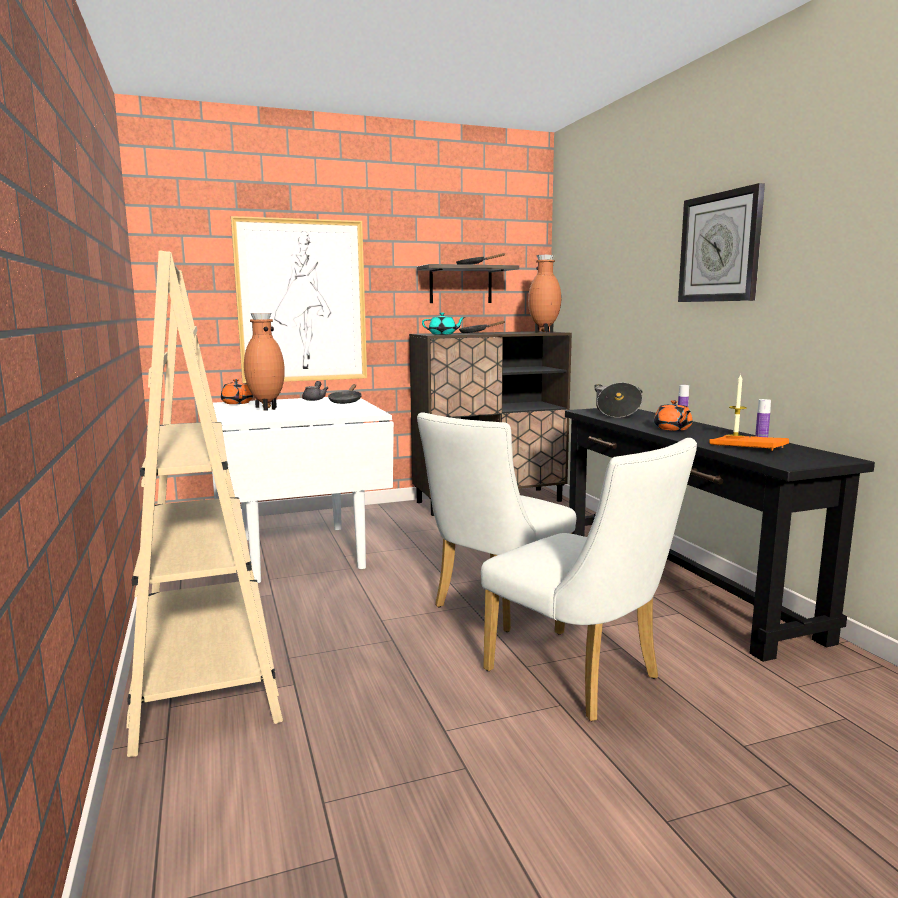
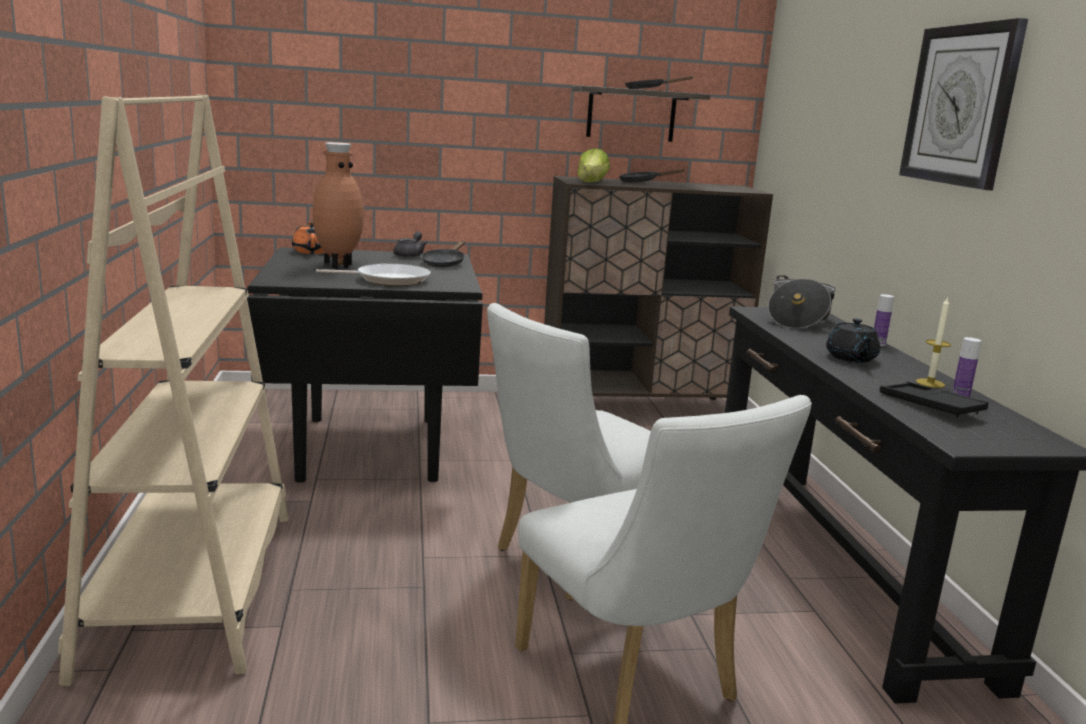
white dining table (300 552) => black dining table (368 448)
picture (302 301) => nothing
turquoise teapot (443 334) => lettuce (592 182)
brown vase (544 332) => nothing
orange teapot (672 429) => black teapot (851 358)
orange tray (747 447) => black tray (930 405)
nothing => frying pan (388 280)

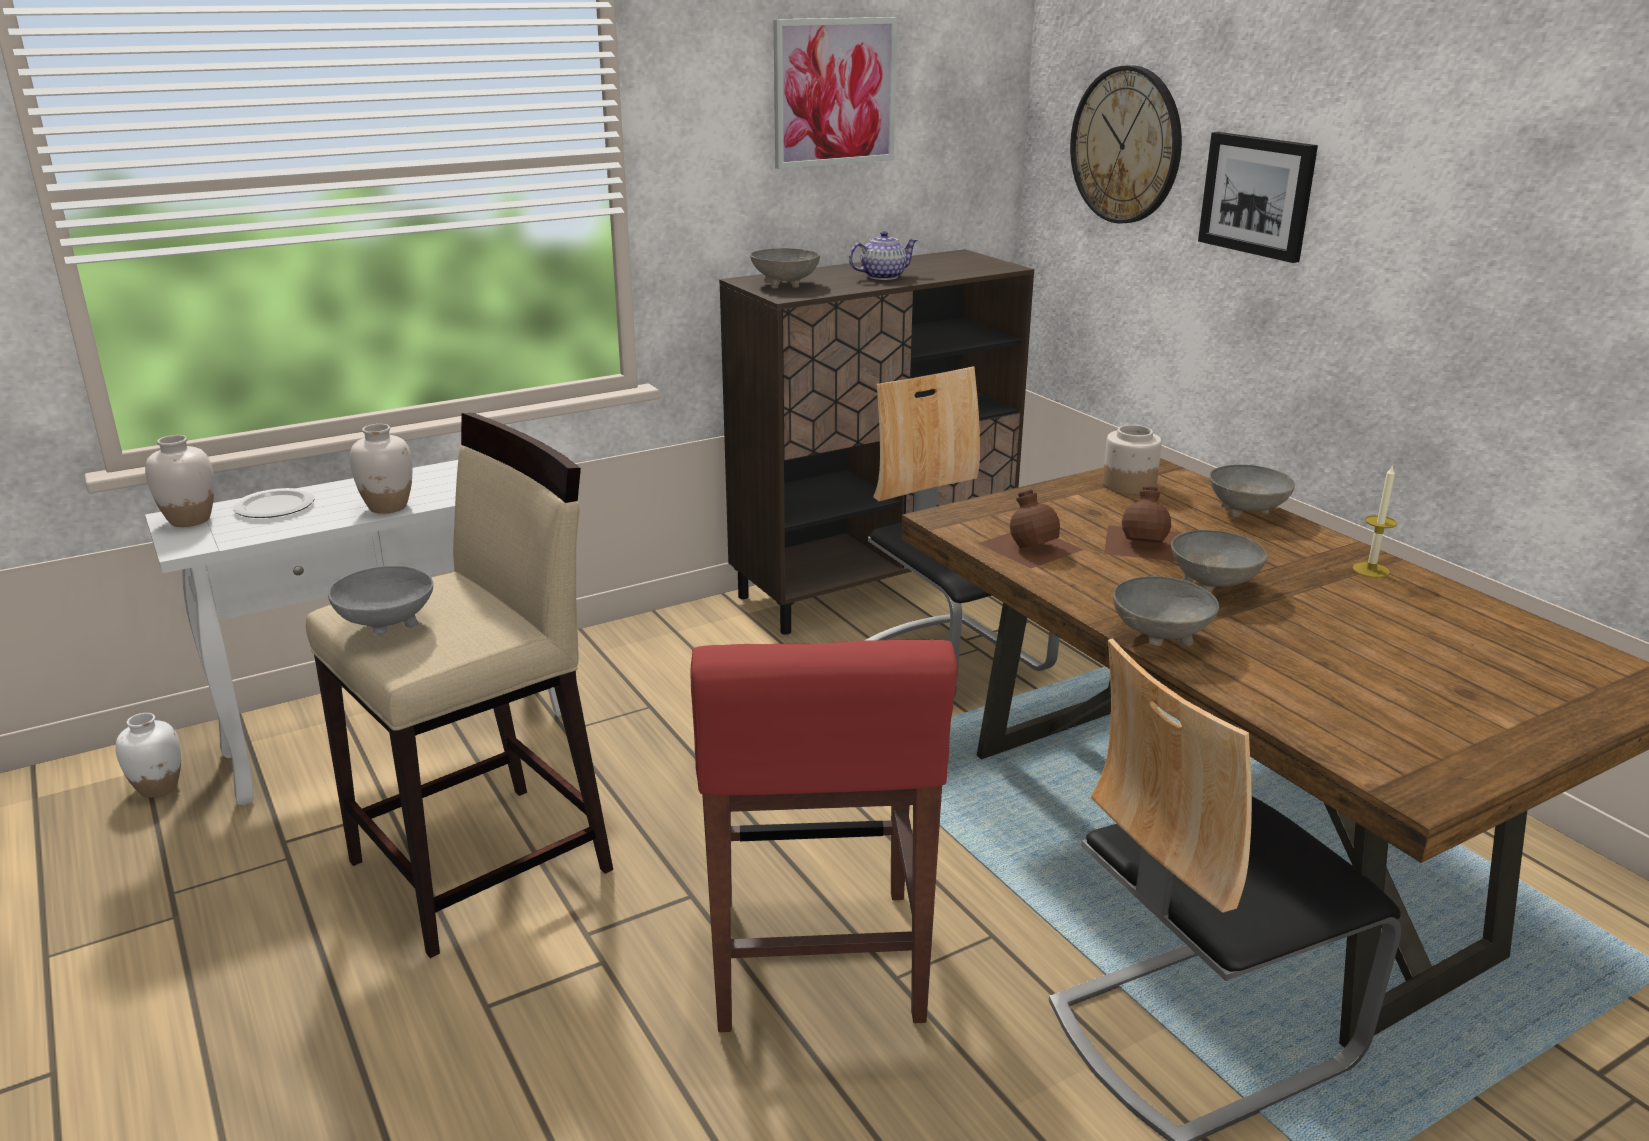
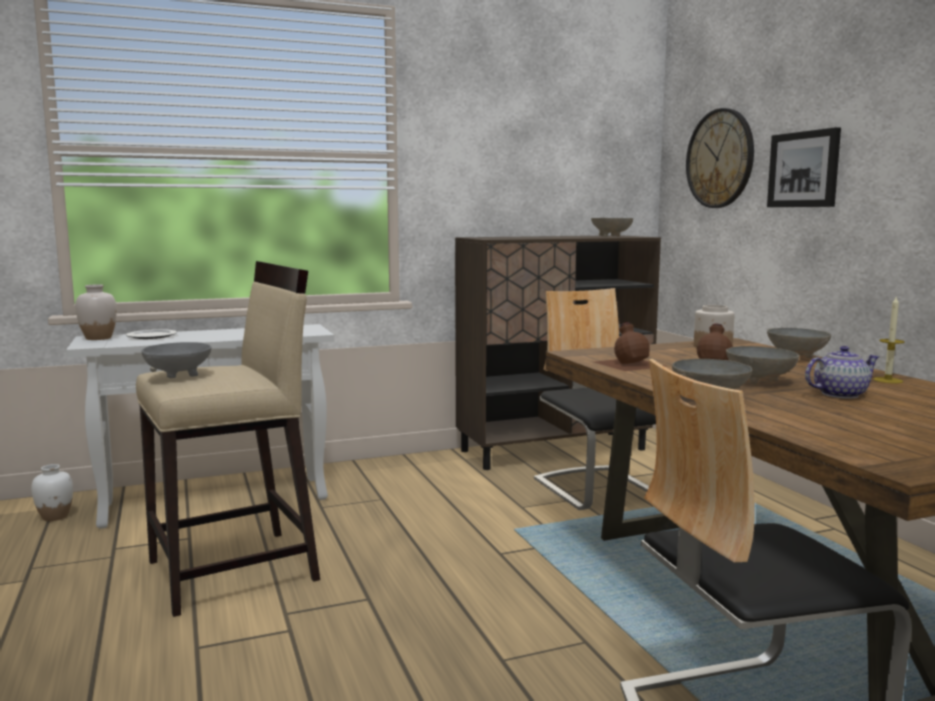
white vase (388 506) => nothing
red stool (816 962) => nothing
grey bowl (786 284) => grey bowl (612 236), moved
picture (834 92) => nothing
teapot (882 276) => teapot (839 394), moved

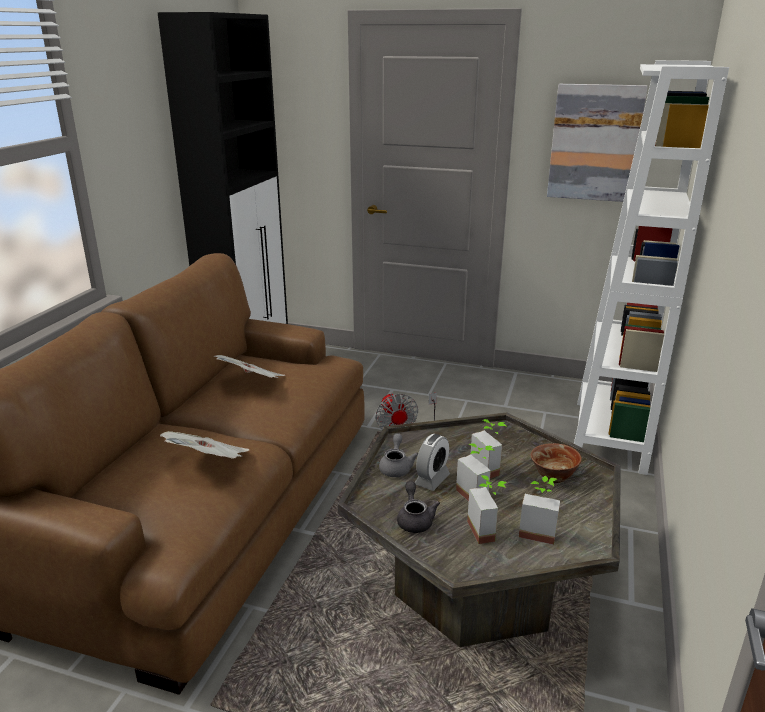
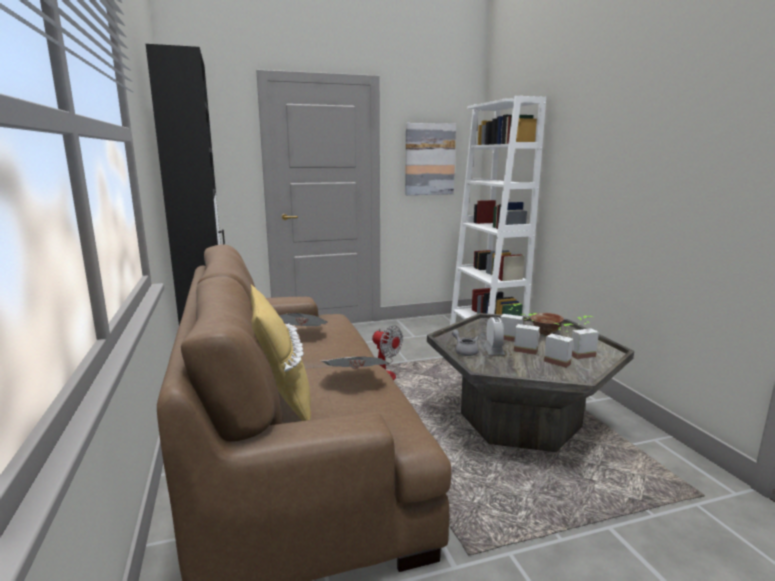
grey teapot (415 519) => nothing
nothing => yellow pillow (282 401)

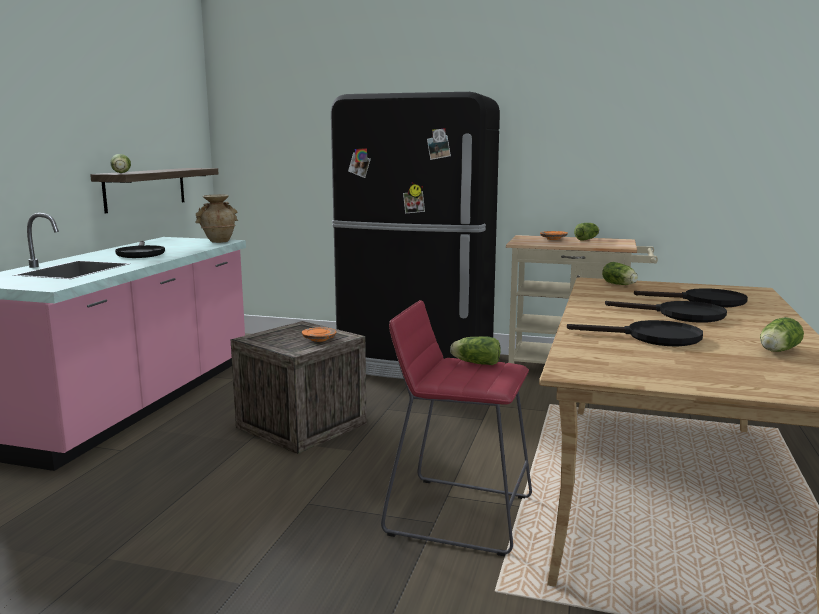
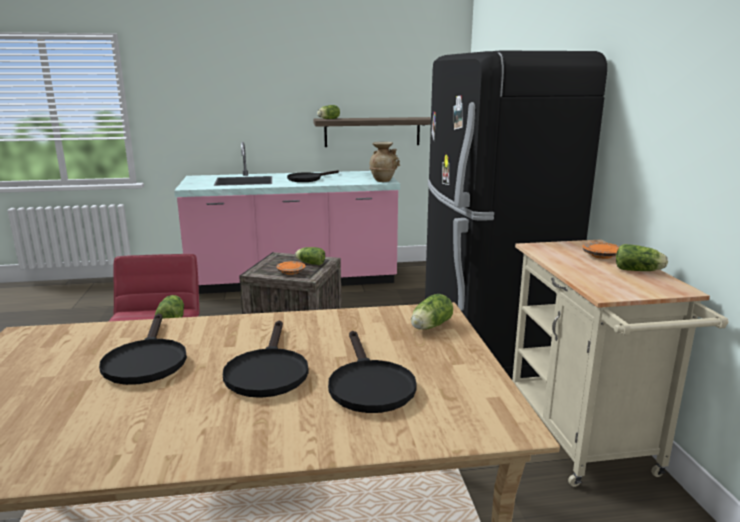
lettuce (777 351) => lettuce (310 263), moved

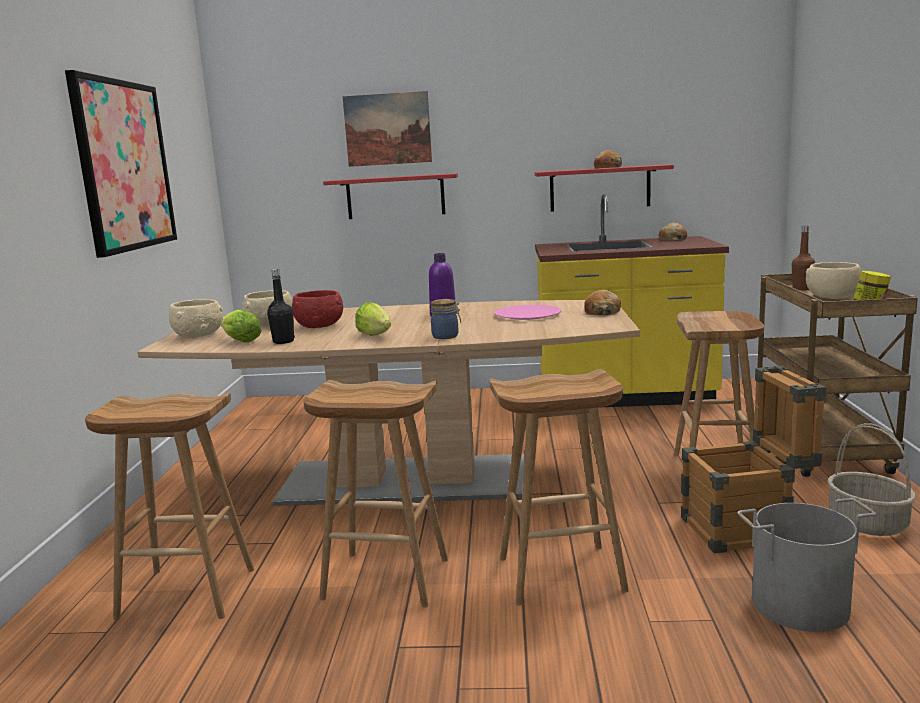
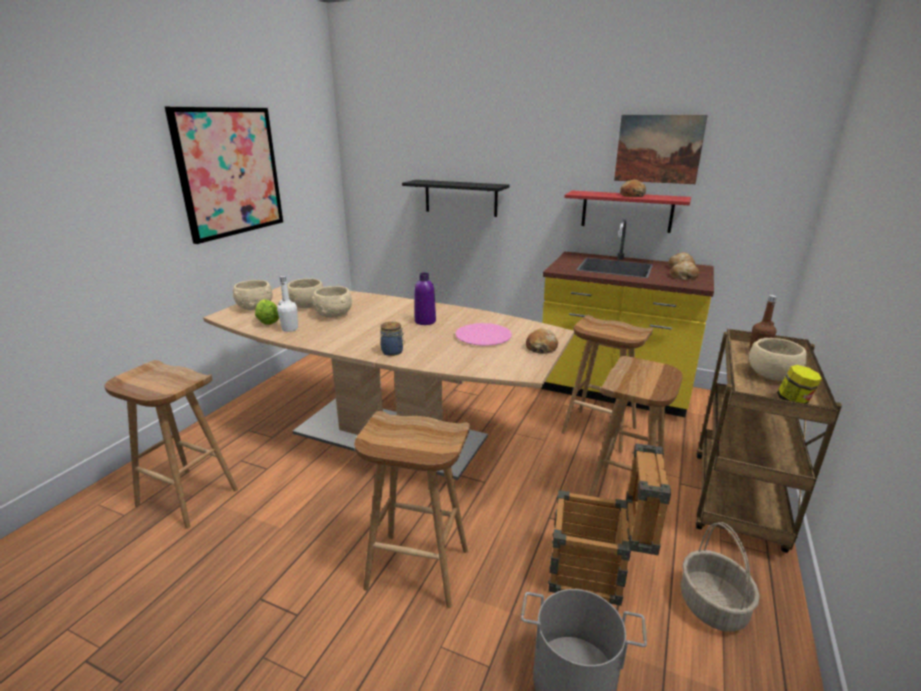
black bottle (283 341) => white bottle (290 329)
red bowl (320 326) => beige bowl (334 314)
brown stool (384 579) => brown stool (597 430), moved
red shelf (395 196) => black shelf (461 198)
picture (387 129) => picture (658 149), moved
lettuce (376 336) => nothing
nothing => bread (683 276)

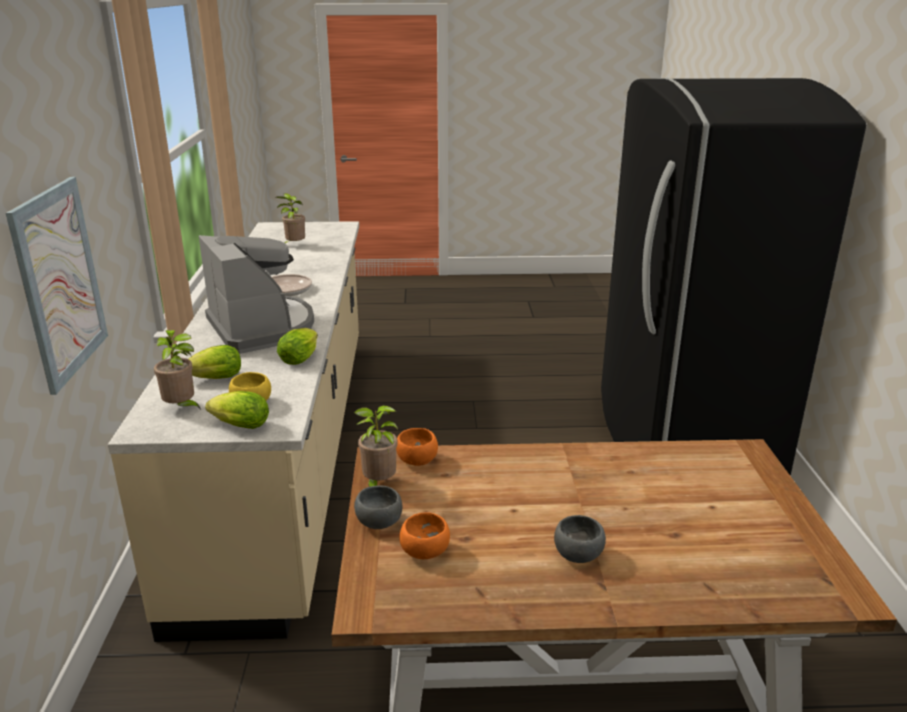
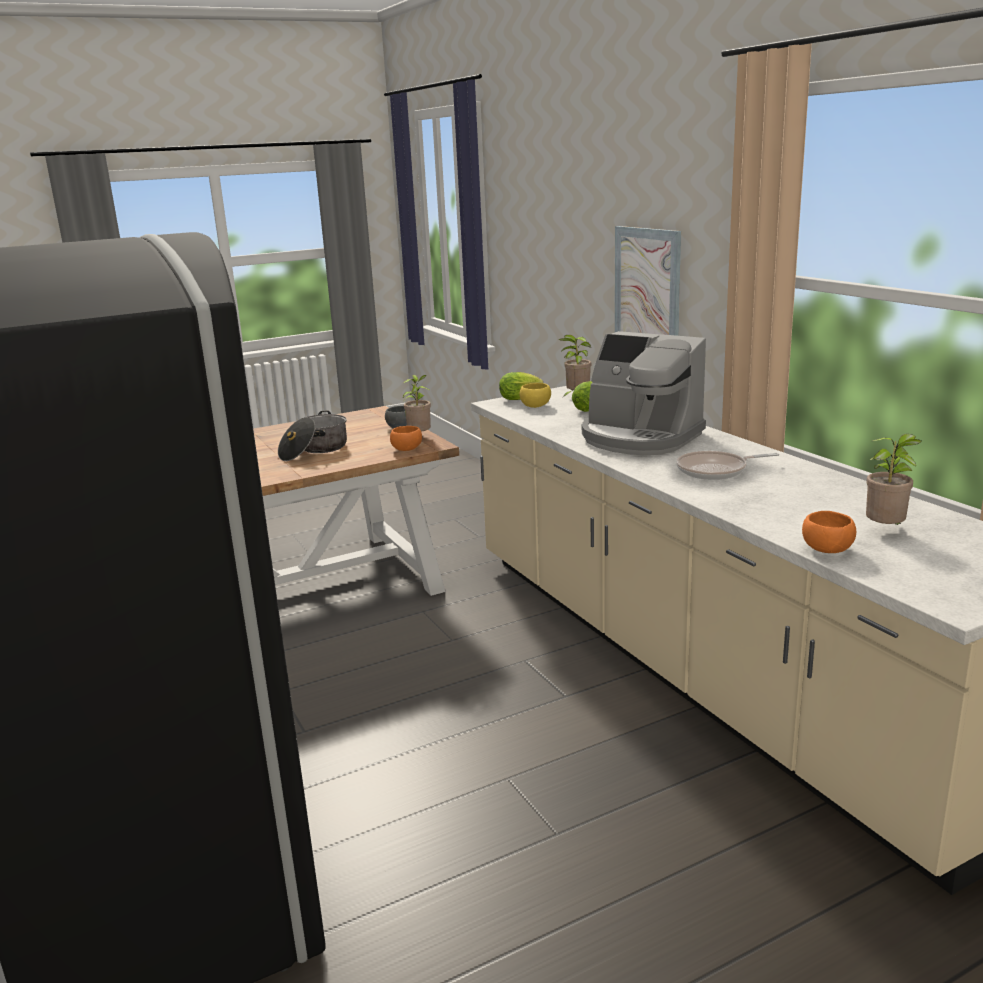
lettuce (301 358) => nothing
orange bowl (426 552) => orange bowl (826 550), moved
grey bowl (578 554) => nothing
nothing => cooking pot (314 450)

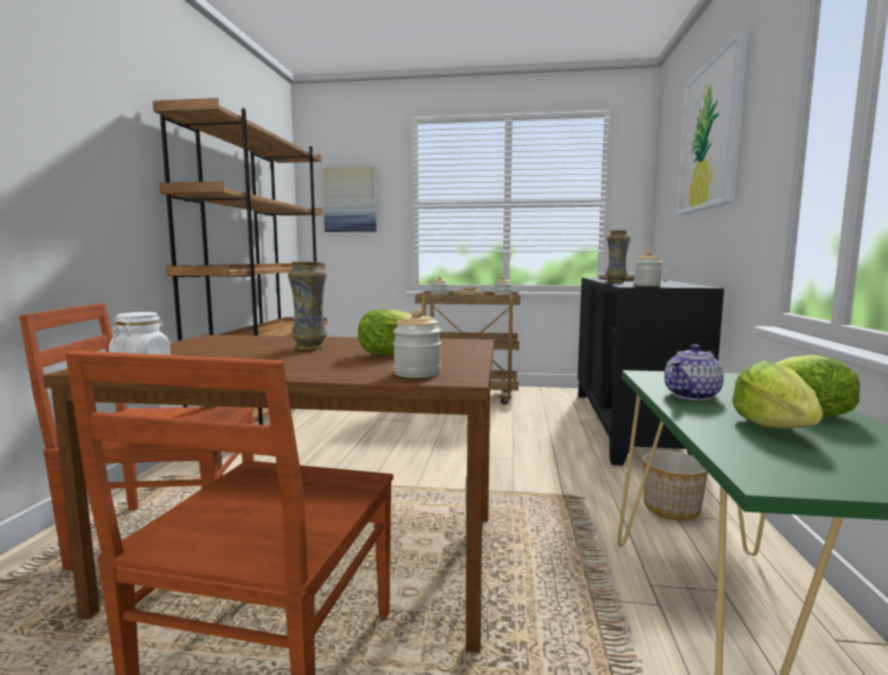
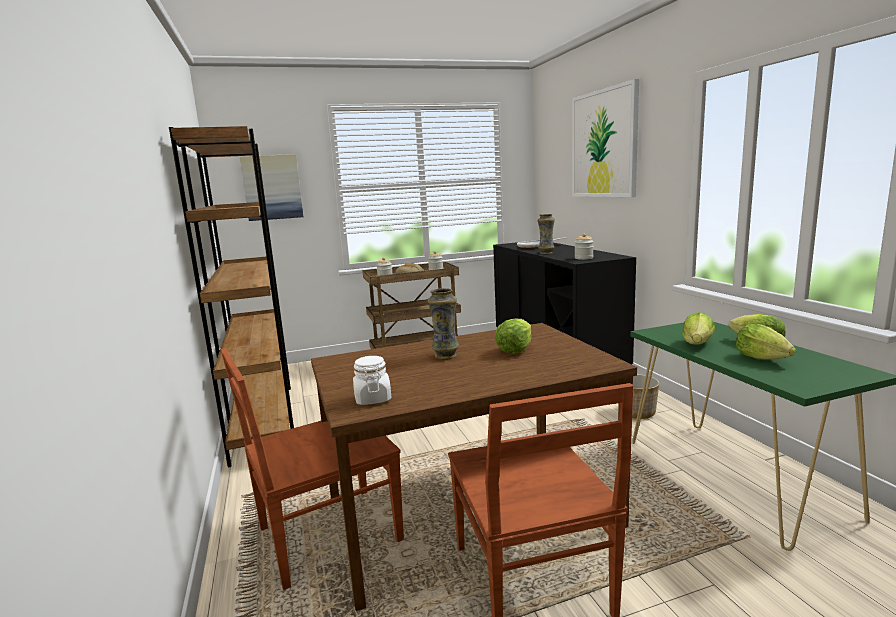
jar (417 373) => nothing
teapot (693 395) => lettuce (697 344)

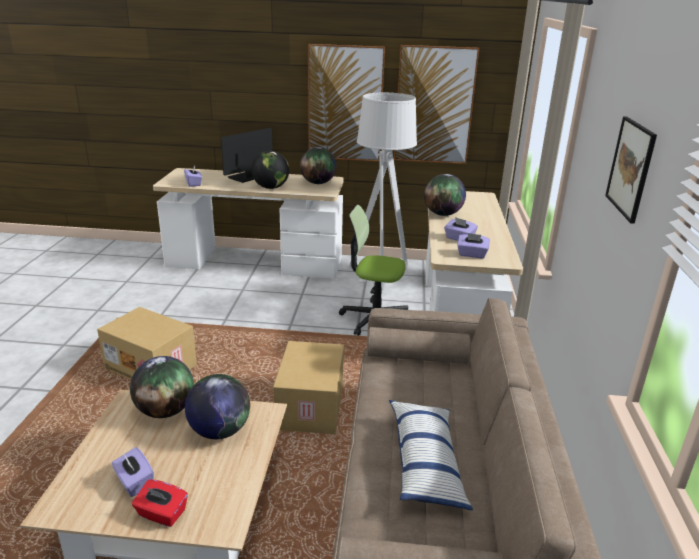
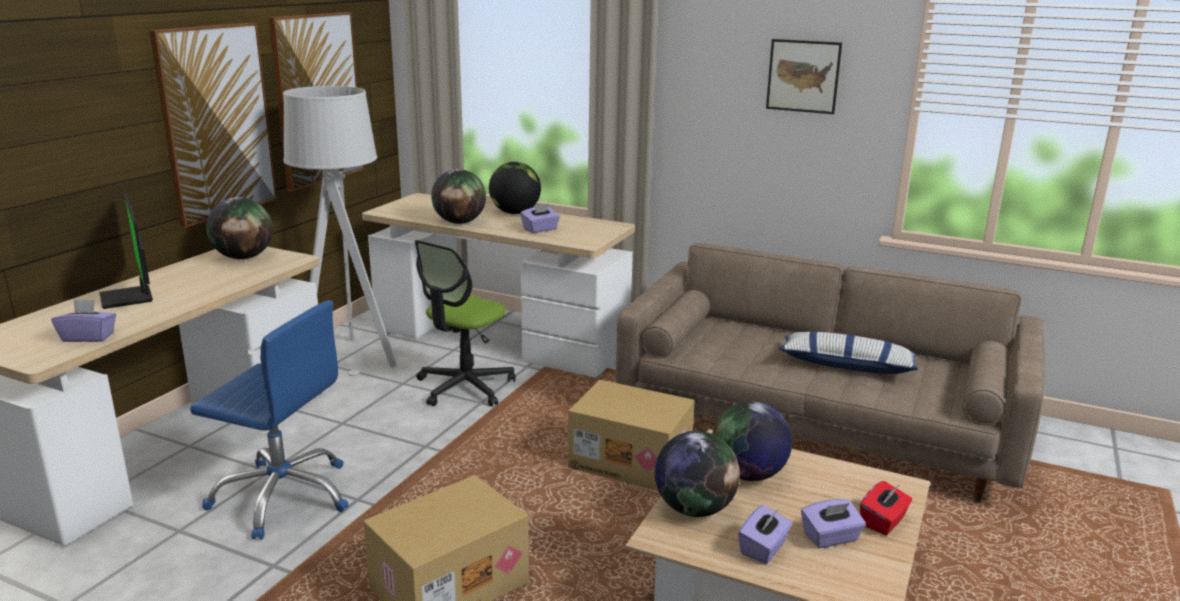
globe (271 187) => globe (515 213), moved
purple tissue box (472 254) => purple tissue box (764 549), moved
nothing => blue office chair (283 496)

